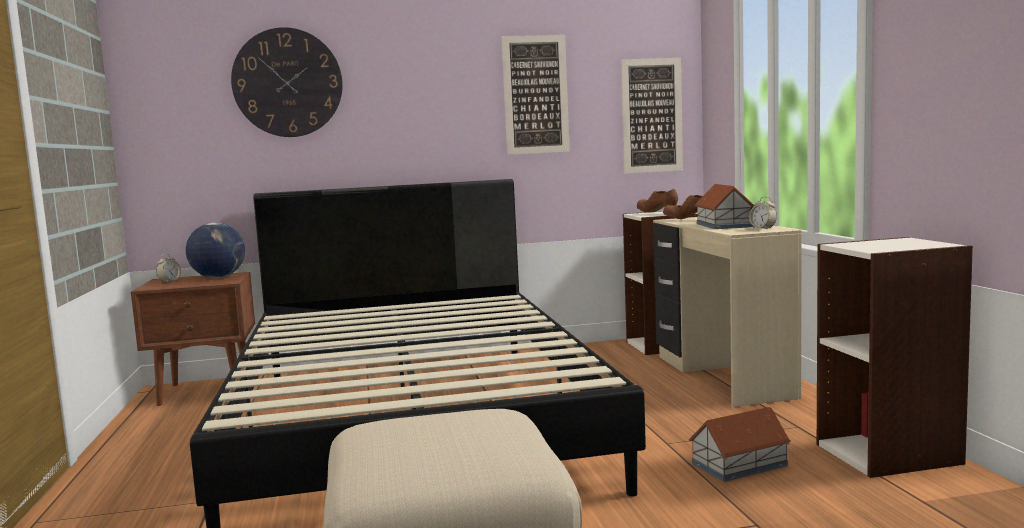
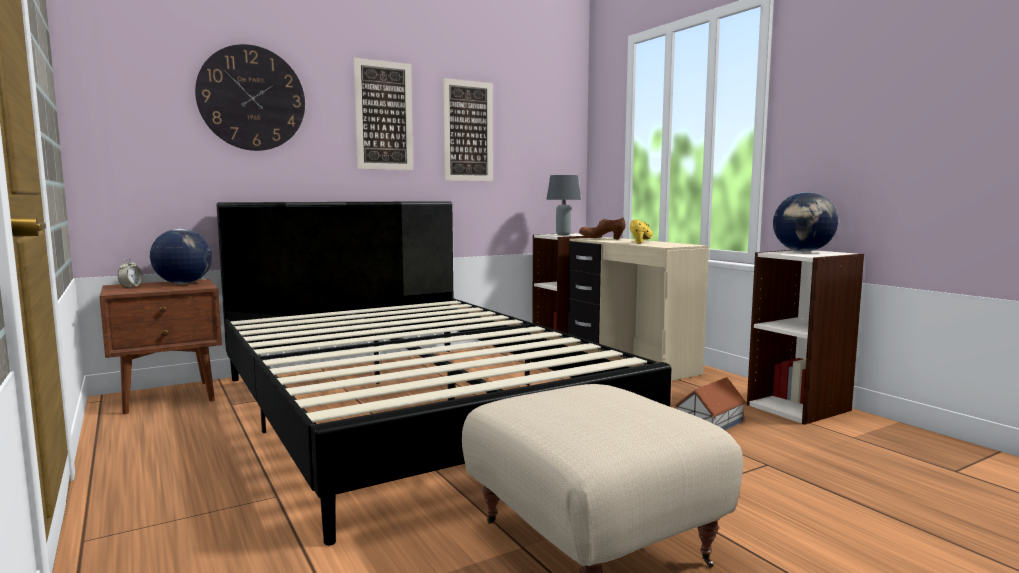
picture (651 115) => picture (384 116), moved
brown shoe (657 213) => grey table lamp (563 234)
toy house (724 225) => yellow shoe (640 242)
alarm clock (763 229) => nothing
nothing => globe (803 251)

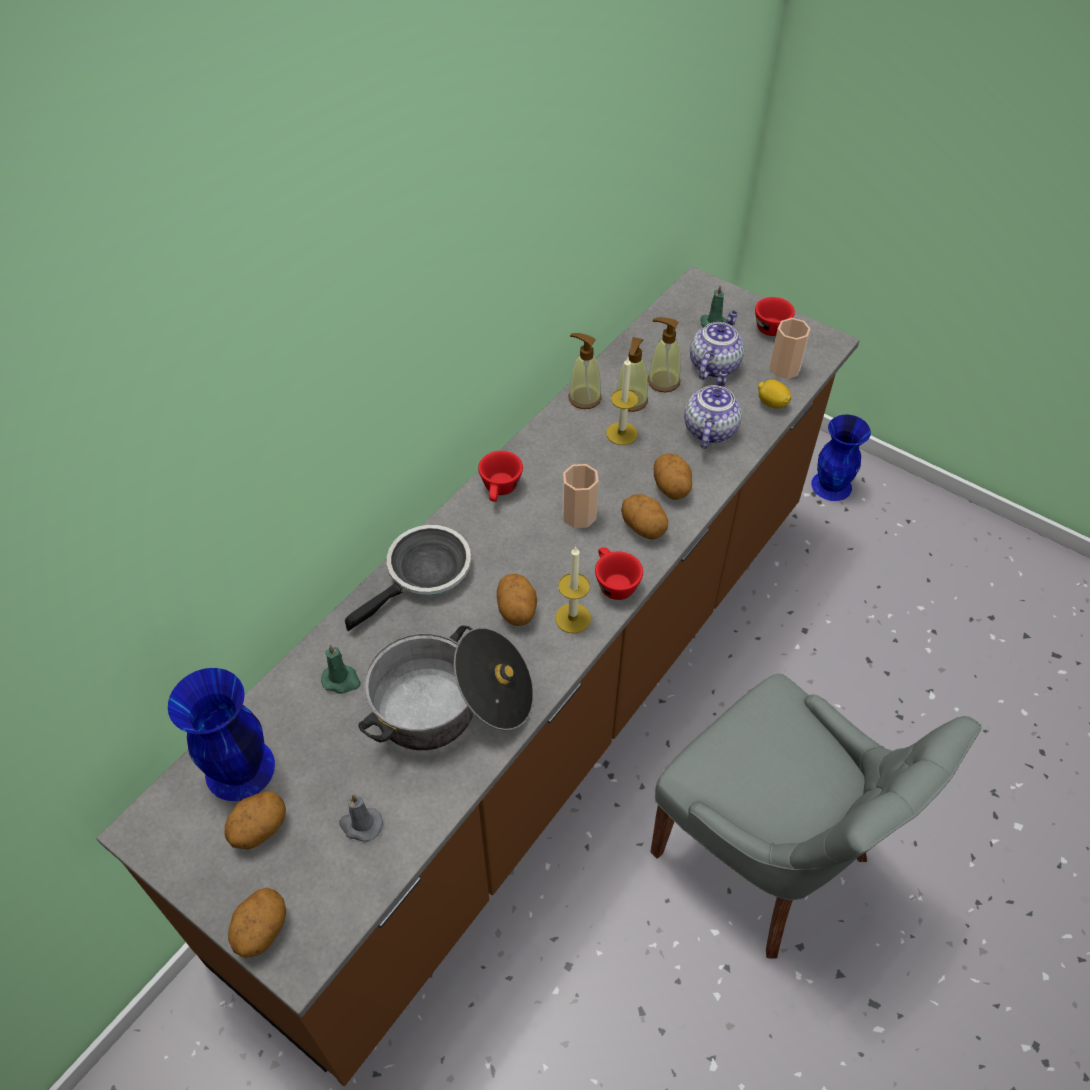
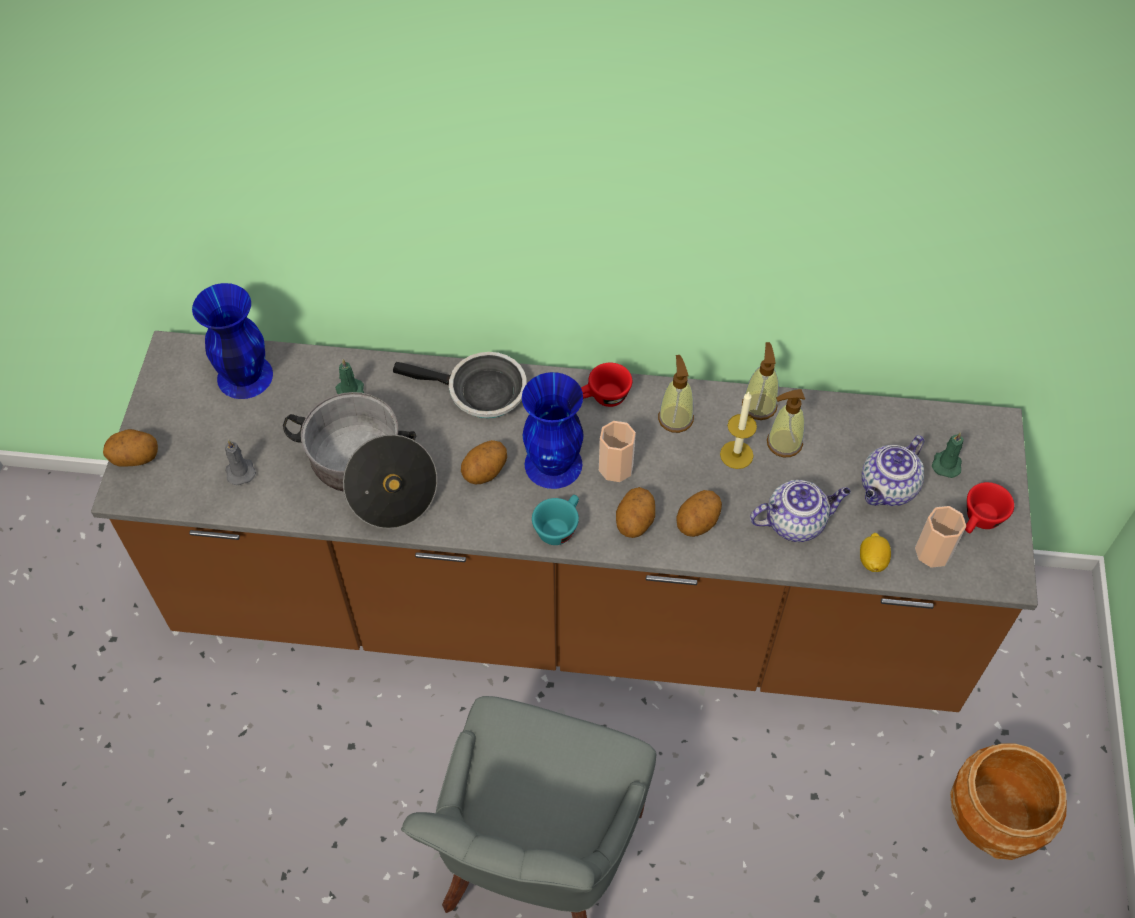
potato (259 828) => nothing
candle (572 618) => nothing
red cup (613 583) => turquoise cup (558 527)
soap dispenser (663 381) => soap dispenser (675 418), moved
teapot (714 365) => teapot (887 489), 135 degrees clockwise
blue vase (832 485) => blue vase (553 465), moved
nothing => brown planter (993 819)

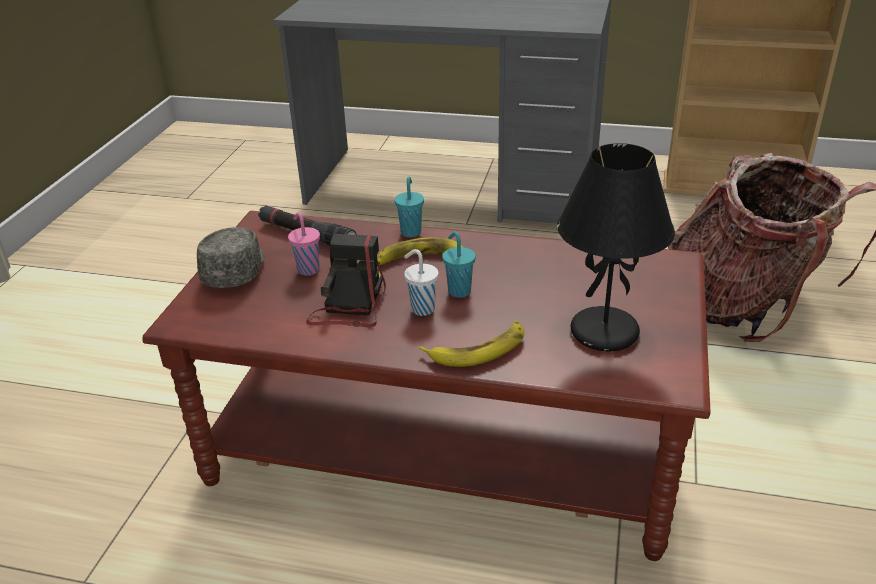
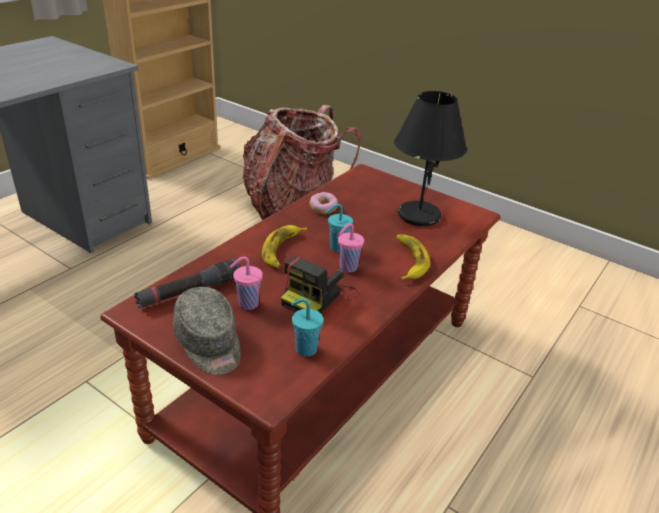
grey cap (236 270) => grey cap (209 344), 150 degrees counterclockwise
photo camera (350 305) => photo camera (317 296), 90 degrees counterclockwise
turquoise cup (411 232) => turquoise cup (304 349), moved
white cup (421 309) => pink cup (347 268)
nothing => donut (323 209)

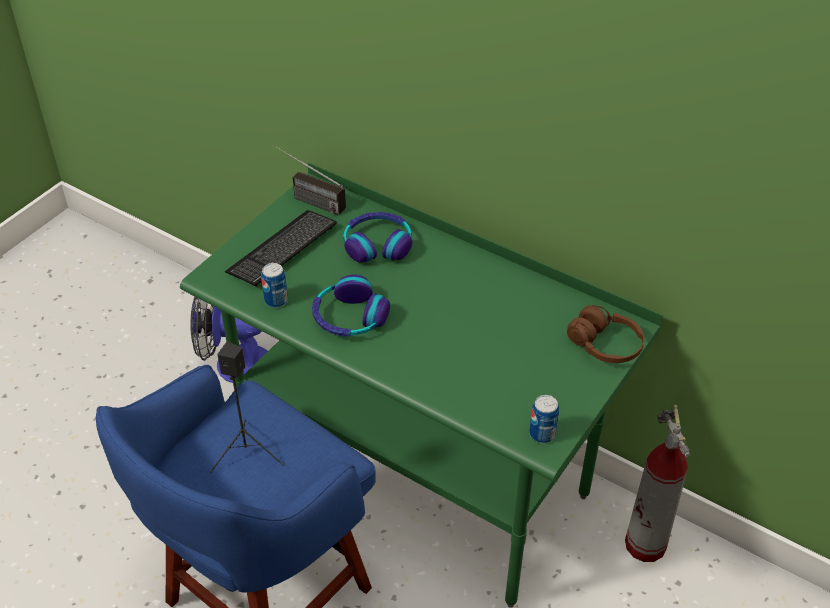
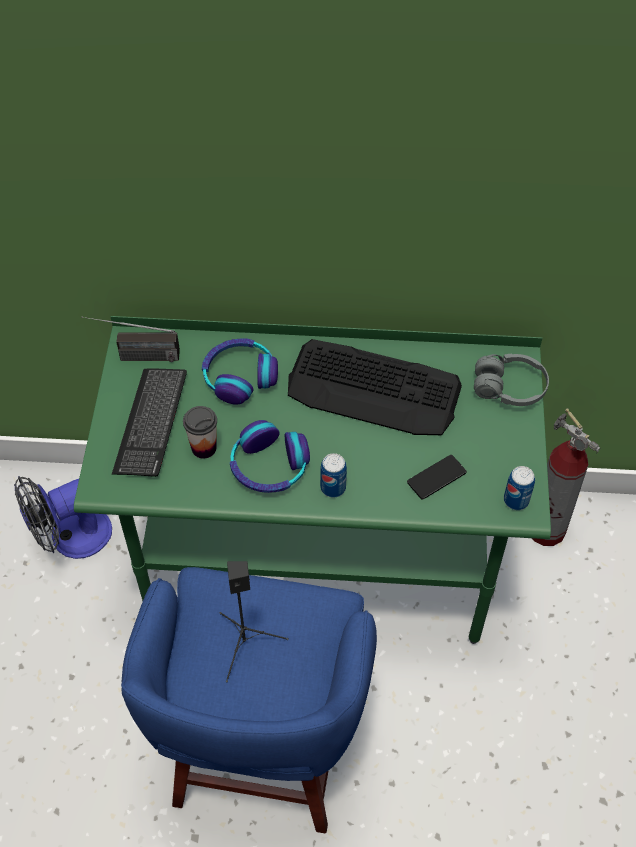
can (276 300) => can (333 487), moved
brown headphones (605 345) => grey headphones (509 388)
nothing => cup (204 448)
nothing => keyboard (374 389)
nothing => phone (436 477)

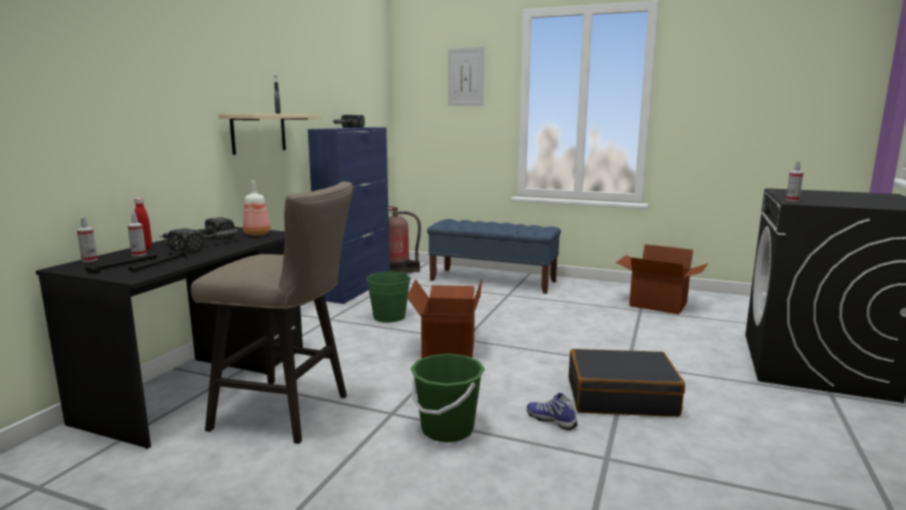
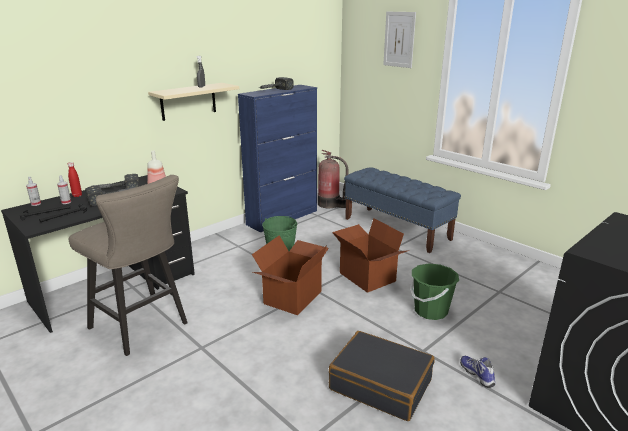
green bucket (447 429) => green bucket (430 311), moved
shoe (552 420) => shoe (477 374), moved
cardboard box (657 305) => cardboard box (366 277), moved
spray bottle (792 200) => nothing

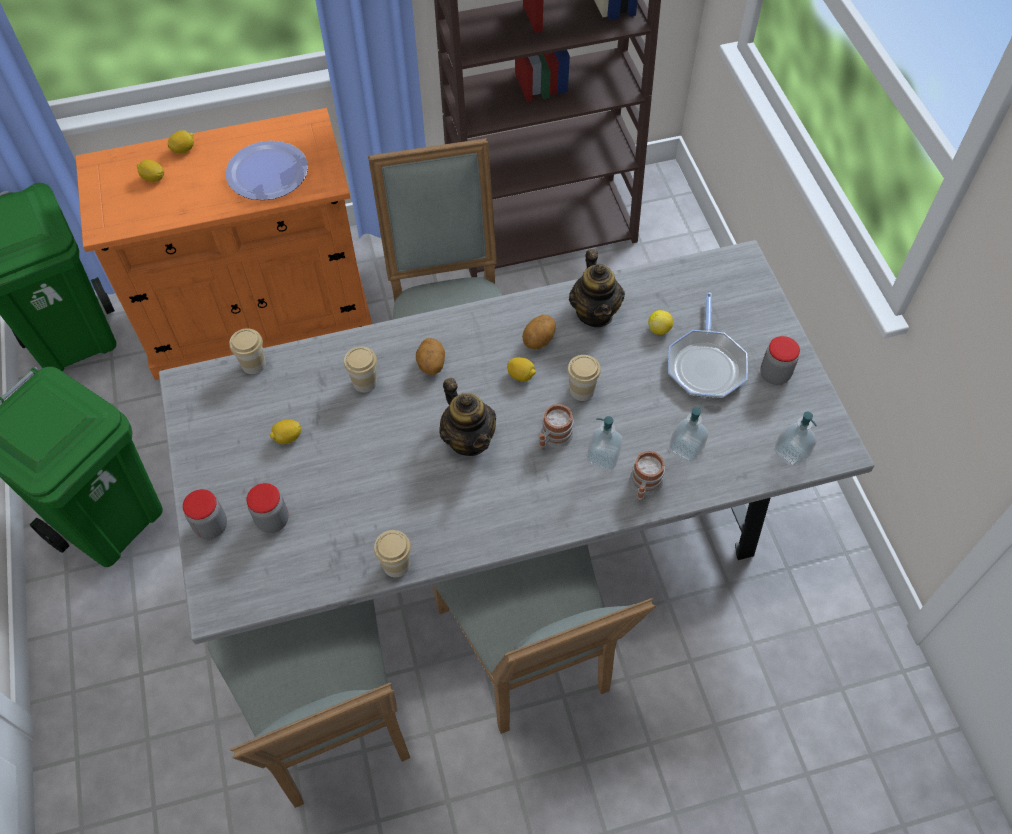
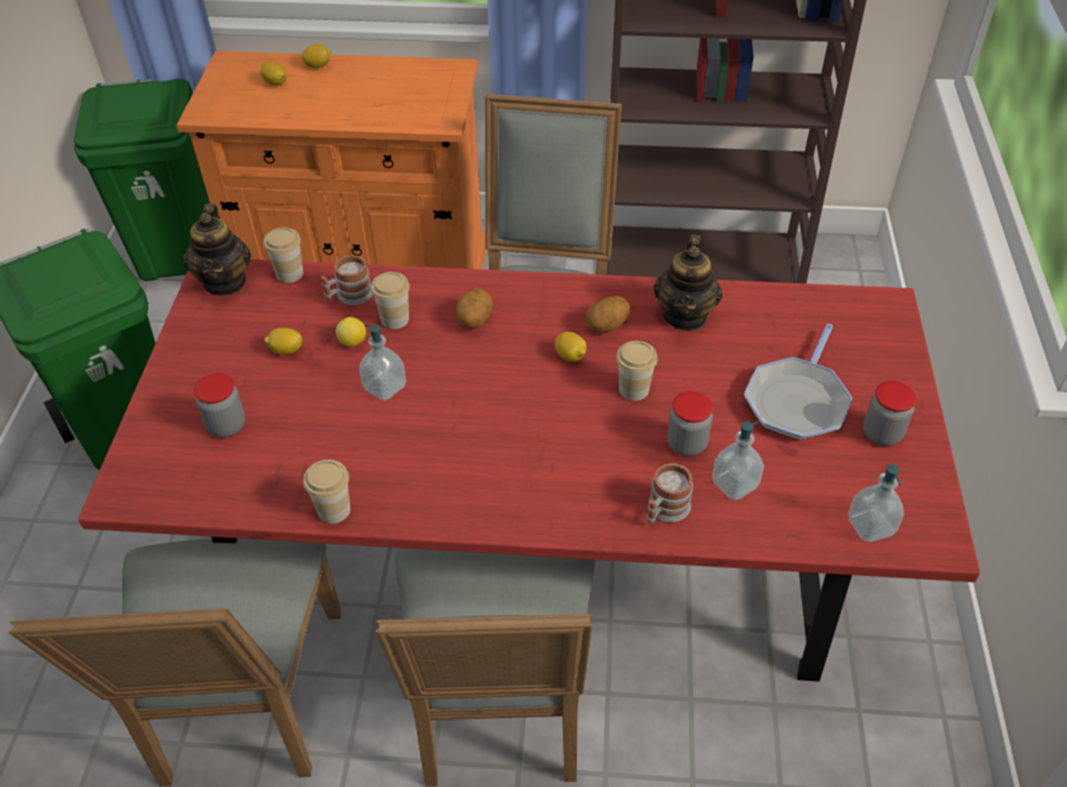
grey dining table (506 518) => red dining table (536 547)
jar (211 526) => jar (686 444), moved
plate (267 172) => nothing
teapot (469 439) => teapot (225 281), moved
mug (553 438) => mug (349 296), moved
soap dispenser (603 457) => soap dispenser (385 387), moved
lemon (659 329) => lemon (353 342), moved

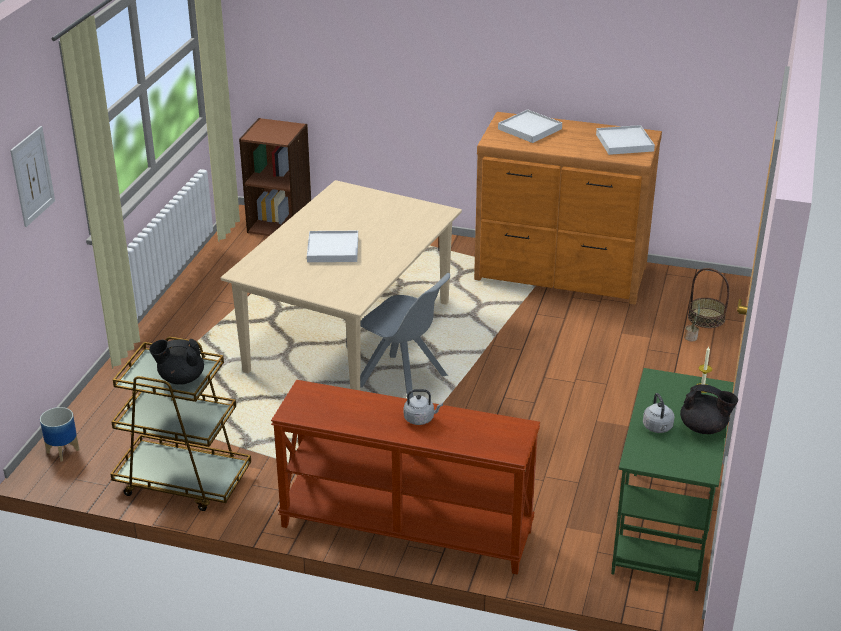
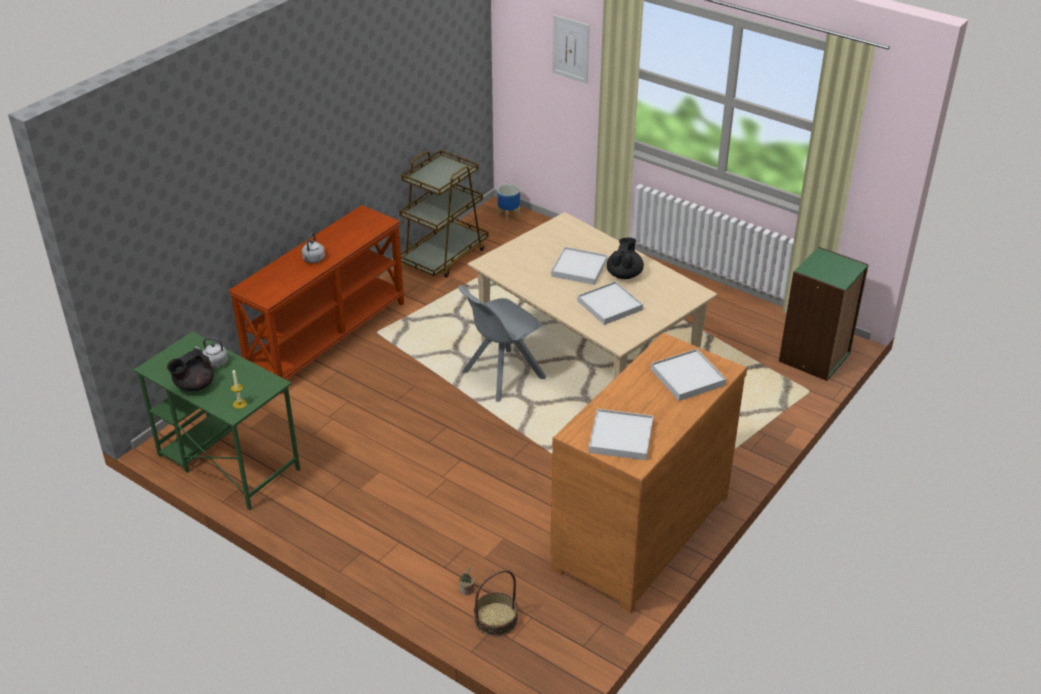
black teapot (180 378) => black teapot (624 274), moved
brown bookcase (280 224) => green bookcase (815 357)
nothing => white tray (609 305)

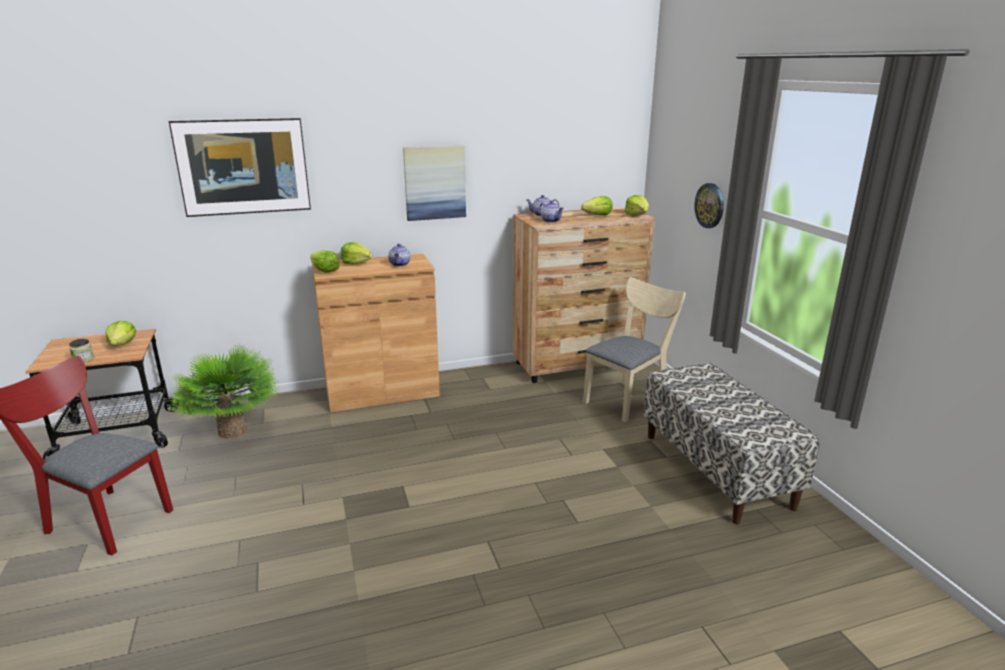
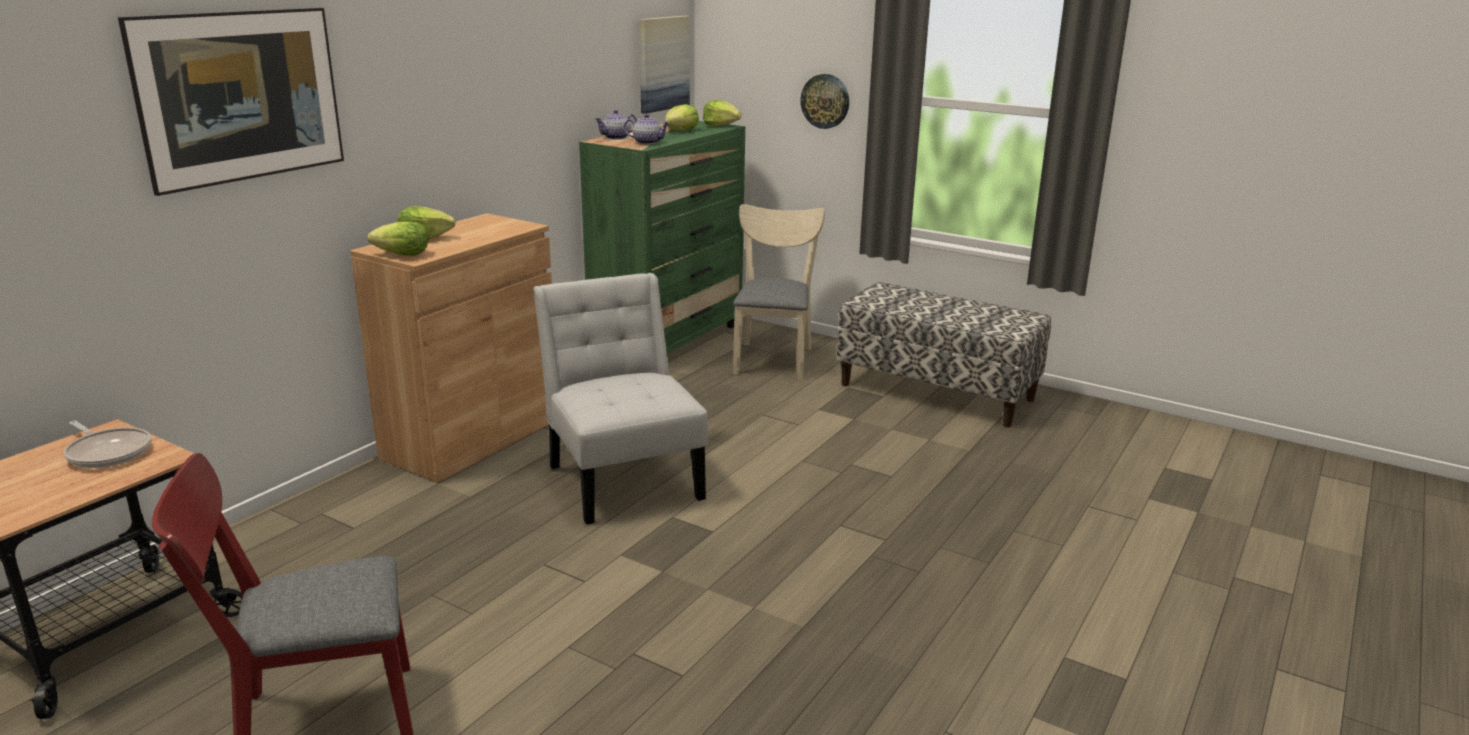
jar (83 359) => nothing
lettuce (122 344) => frying pan (108 452)
potted plant (232 431) => nothing
teapot (400 264) => nothing
picture (435 182) => picture (663 63), moved
brown dresser (577 365) => green dresser (669 341)
nothing => white chair (623 478)

